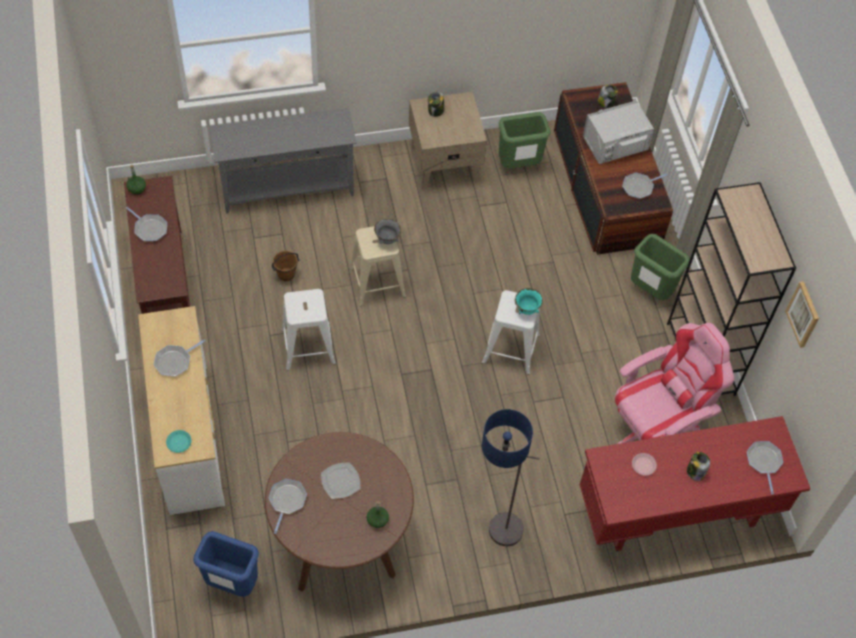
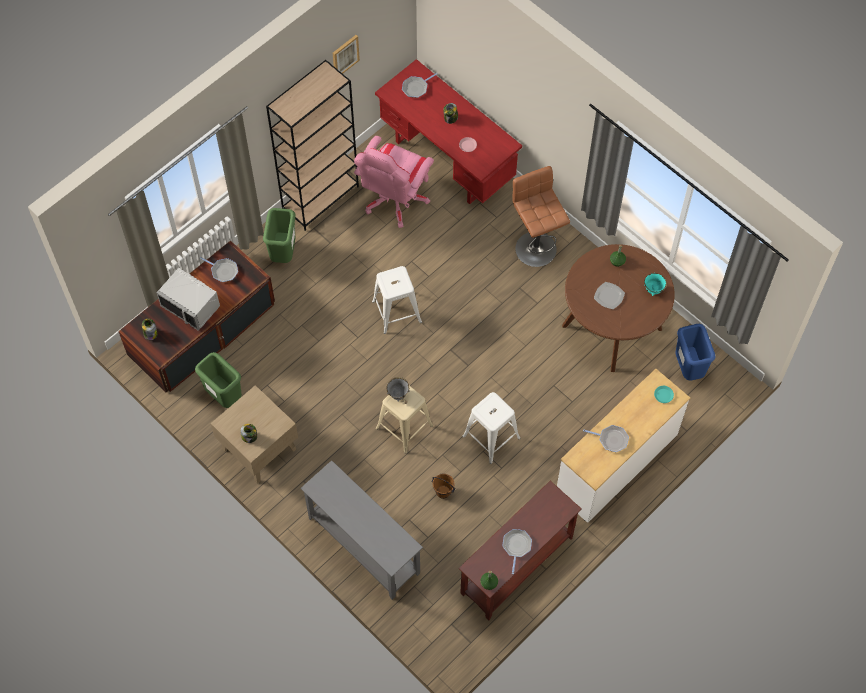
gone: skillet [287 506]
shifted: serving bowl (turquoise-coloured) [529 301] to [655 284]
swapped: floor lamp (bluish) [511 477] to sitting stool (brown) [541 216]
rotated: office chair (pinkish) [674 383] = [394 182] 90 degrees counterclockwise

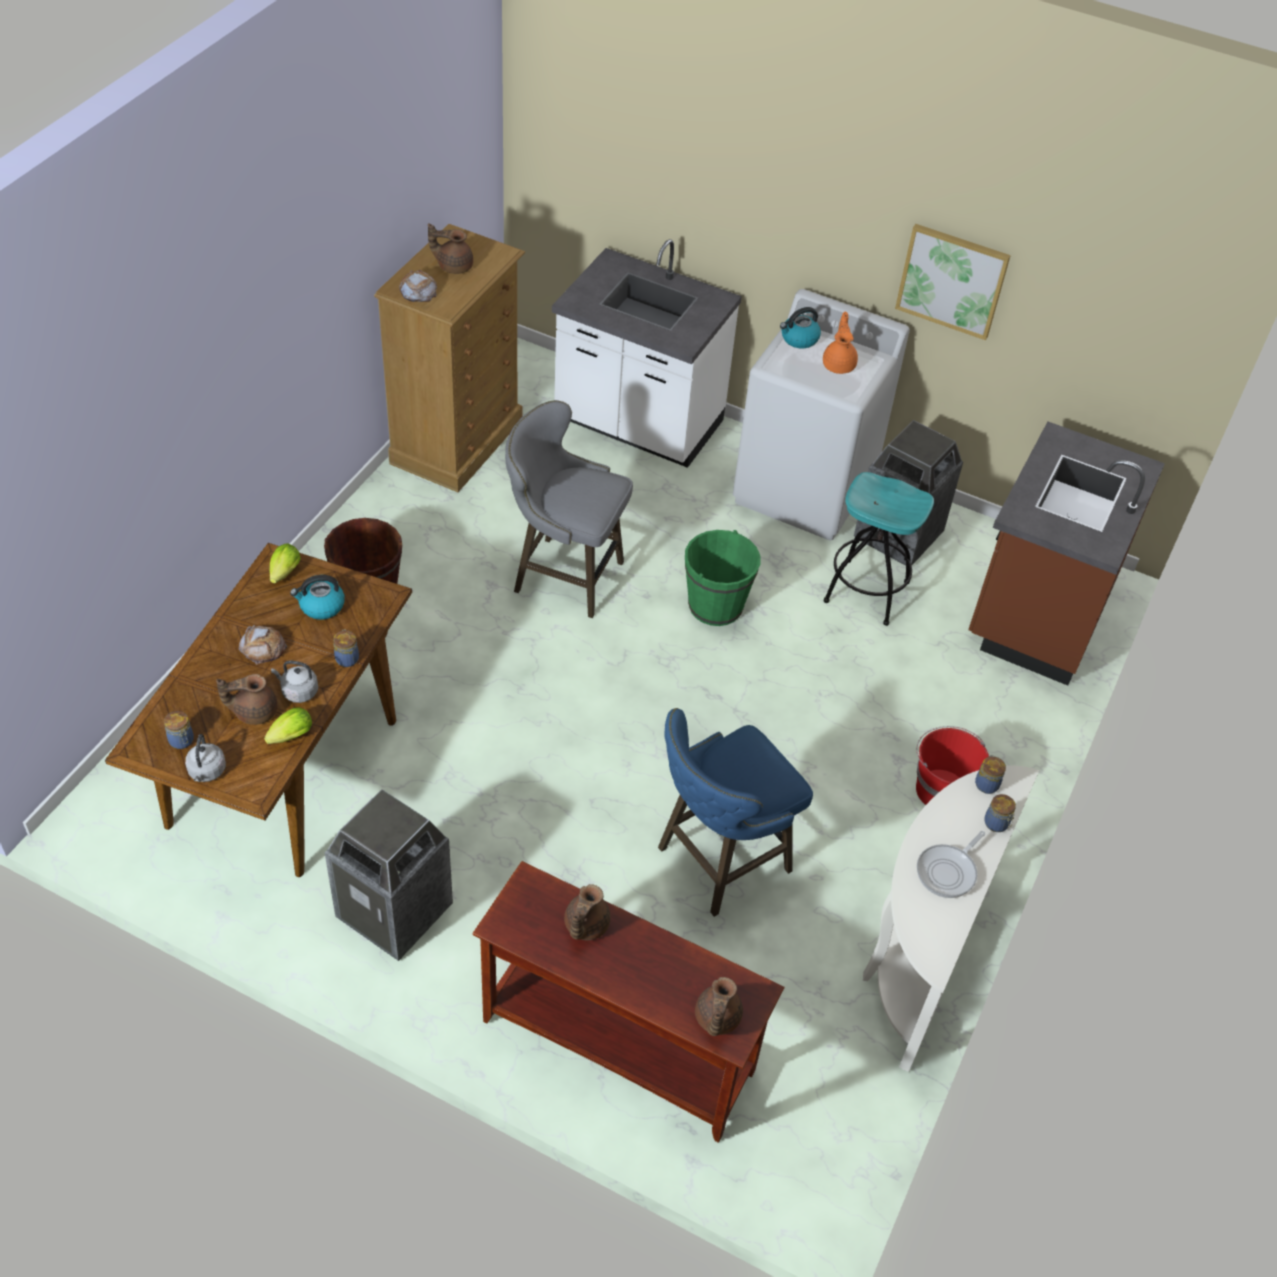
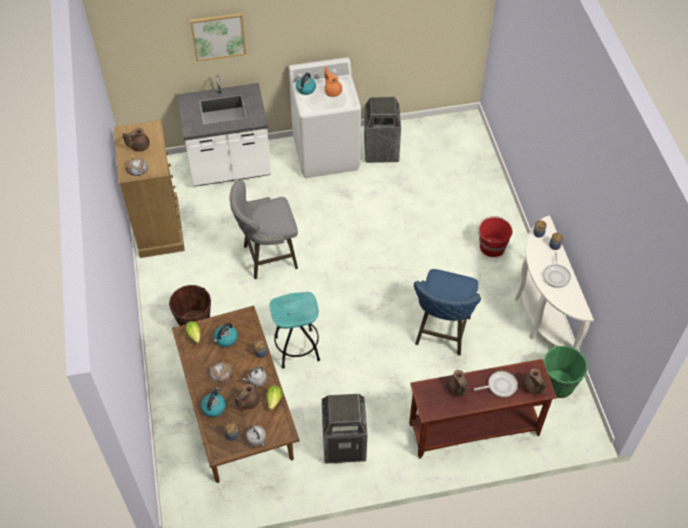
gone: kitchen counter (brown) [1066 553]
new: kettle [213 402]; skillet [496 384]
shifted: pail (green) [722 578] to [566 371]; sitting stool (turquoise-coloured) [879 549] to [295 330]; wall picture [953 282] to [218 37]

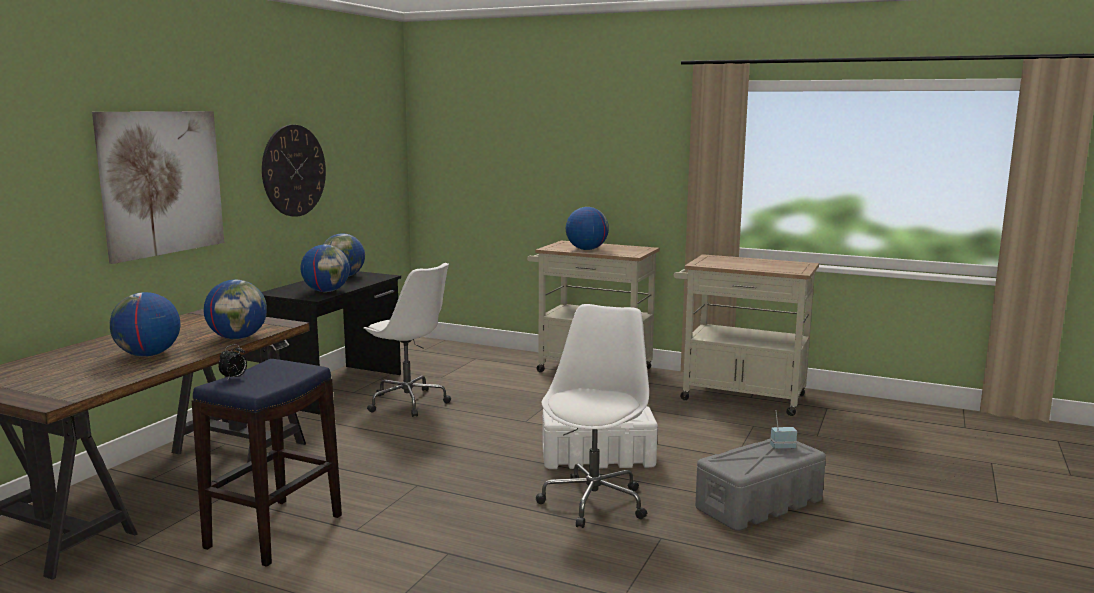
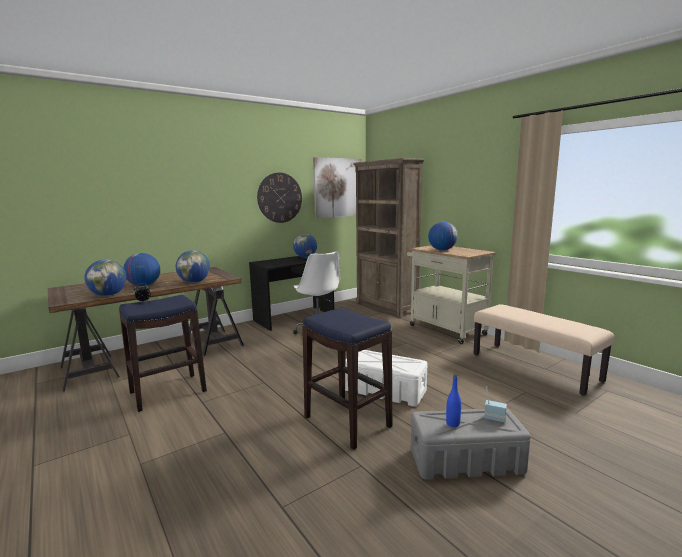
new: shelving unit (brown) [388 238]; beverage bottle (bluish) [453 400]
shifted: wall picture [158 187] to [337 188]; world globe [325 268] to [105 278]
swapped: office chair (white) [592 416] to sitting stool [347 379]; wheeled cart (beige-coloured) [746 335] to long seat (beige-coloured) [543 349]

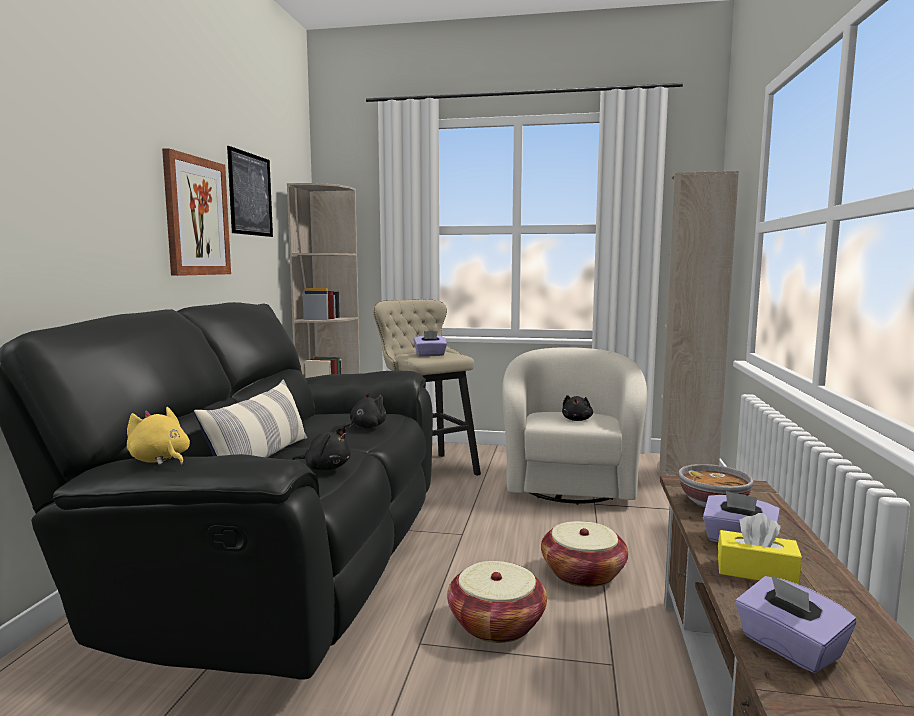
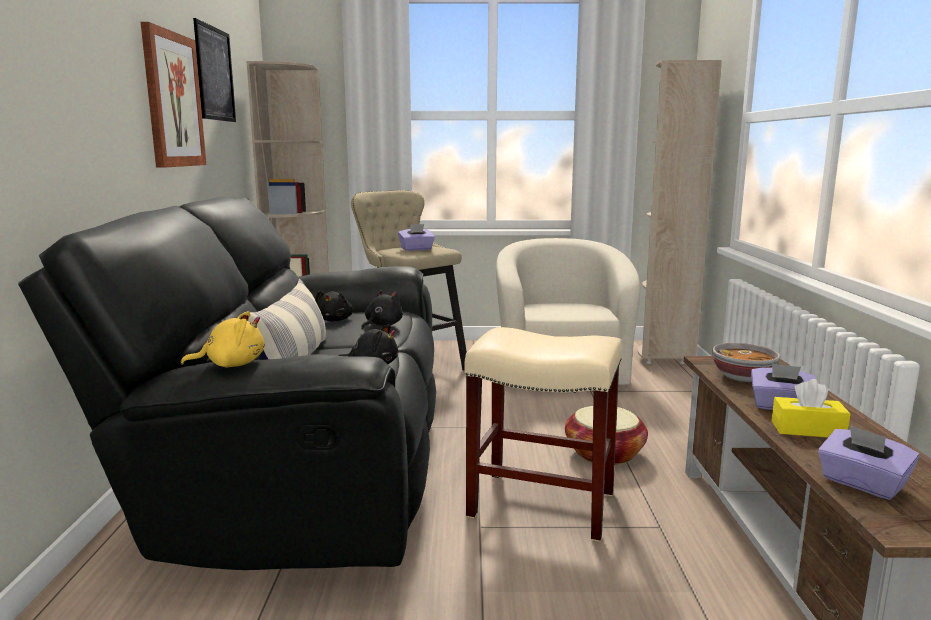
shifted: soft toy (blackish) [577 408] to [334 306]
swapped: household basket [497 602] to sitting stool (beige-coloured) [543 434]
rotated: soft toy (yellow) [158 436] = [222 339] 135 degrees clockwise

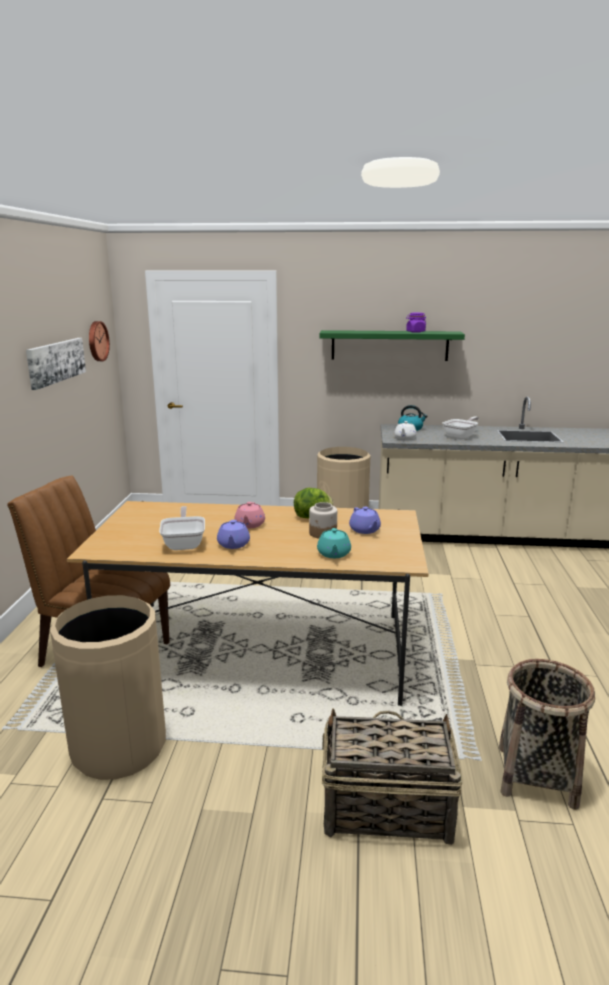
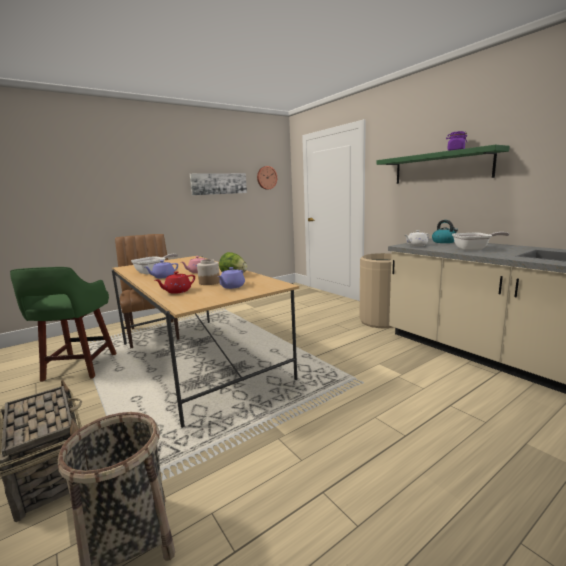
swapped: trash can (beige-coloured) [108 687] to sitting stool (green) [63 324]
repainted: teapot (turquoise-coloured) [334 543] to teapot (red-coloured) [175 282]

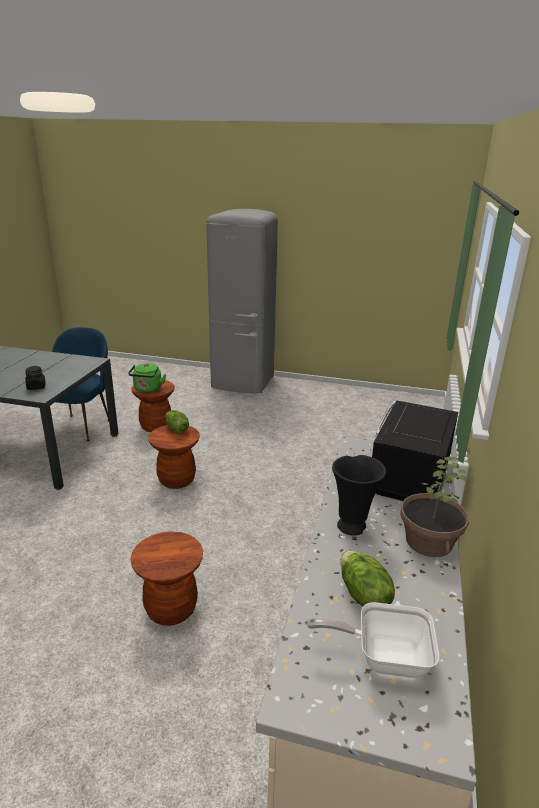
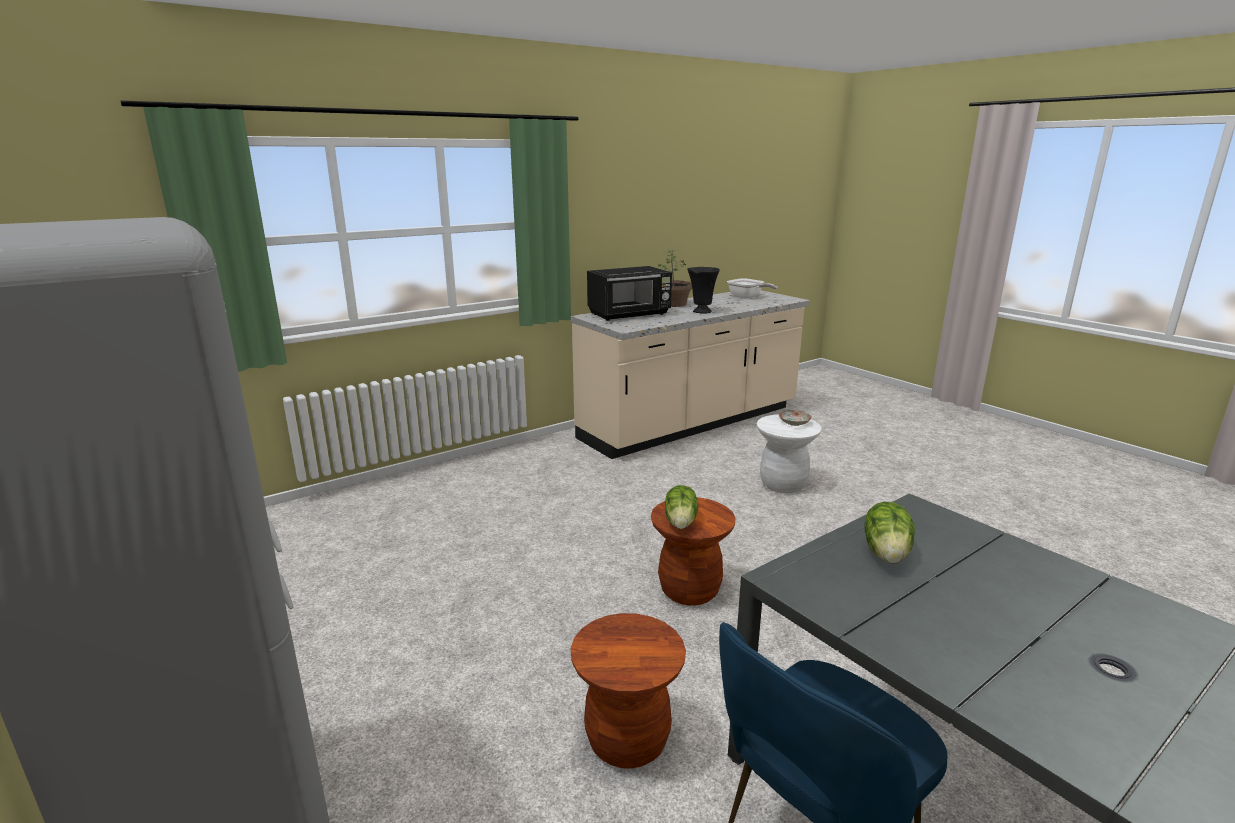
gone: preserve jar (blackish) [35 378]; kettle (green) [147 378]
new: dinner plate [795 418]
shifted: lettuce [367 578] to [890 533]
repainted: sitting stool (brown) [166 578] to sitting stool (white) [789 453]

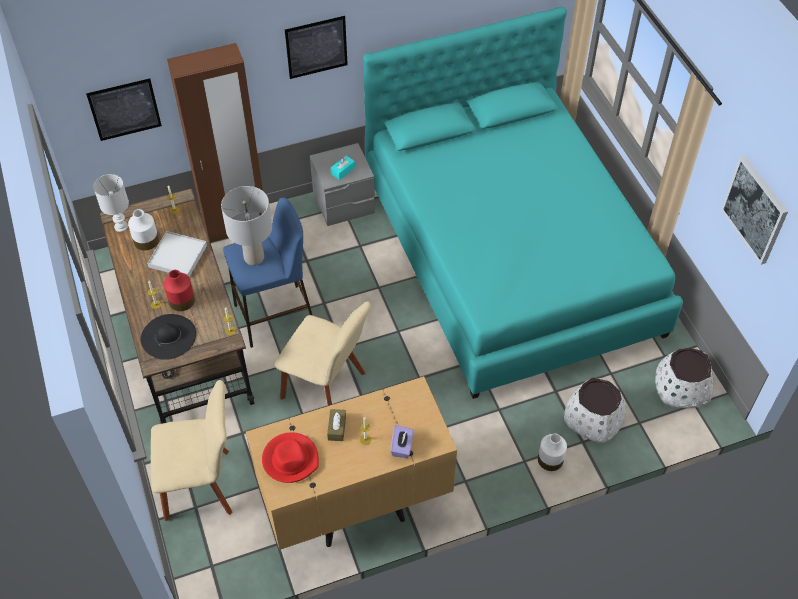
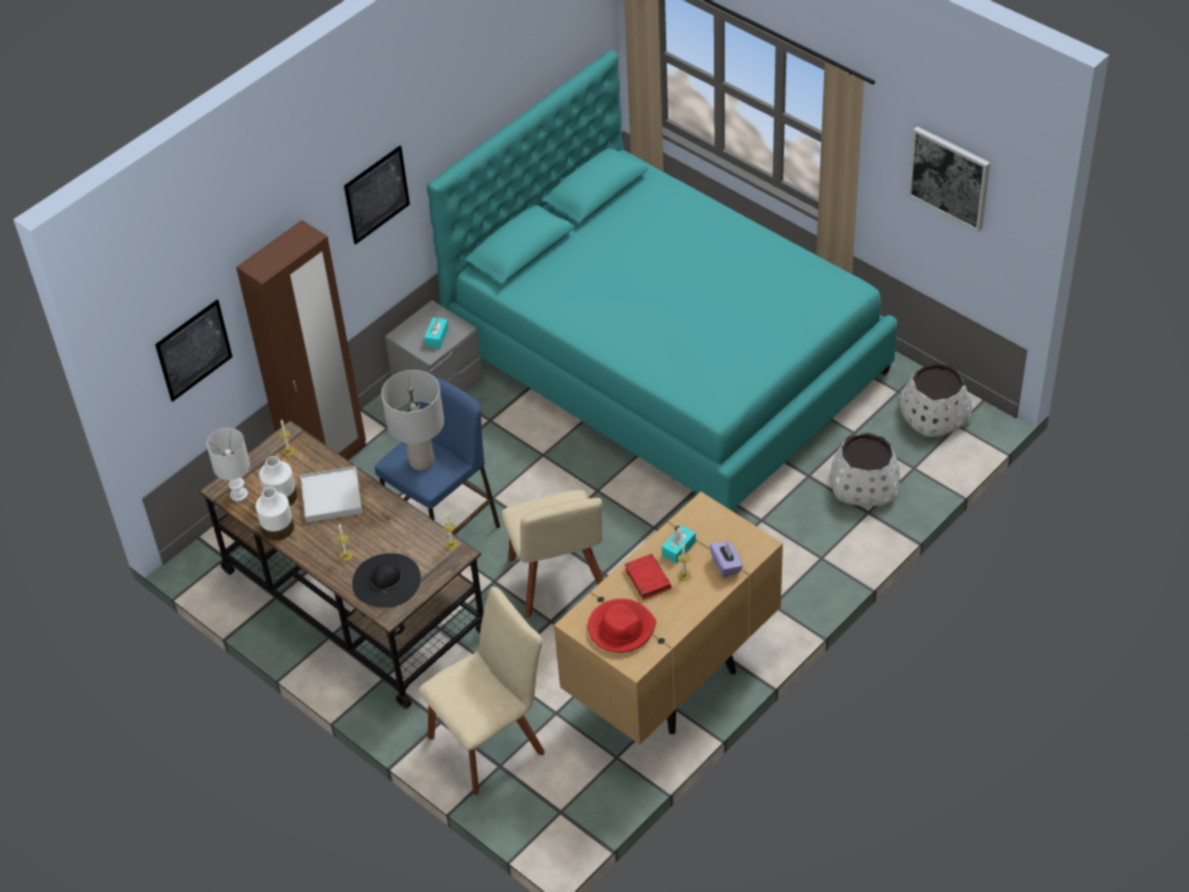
gone: vase (red-coloured) [179 290]
new: tissue holder (turquoise-coloured) [679 544]
shifted: vase (white) [552 452] to [275 514]
swapped: tissue holder (brown) [336 425] to book (red-coloured) [648 577]
rotated: plain chair (beige-coloured) [322 354] = [552 554] 75 degrees clockwise

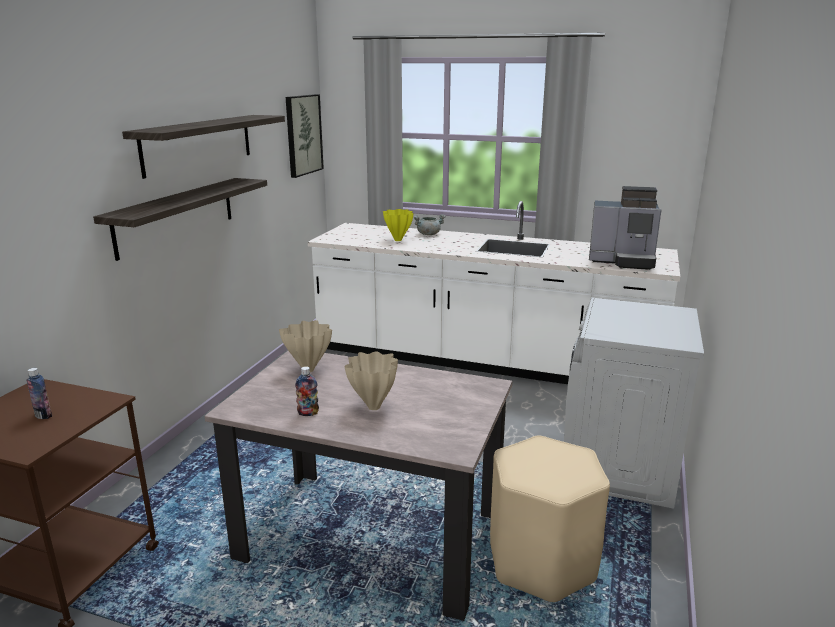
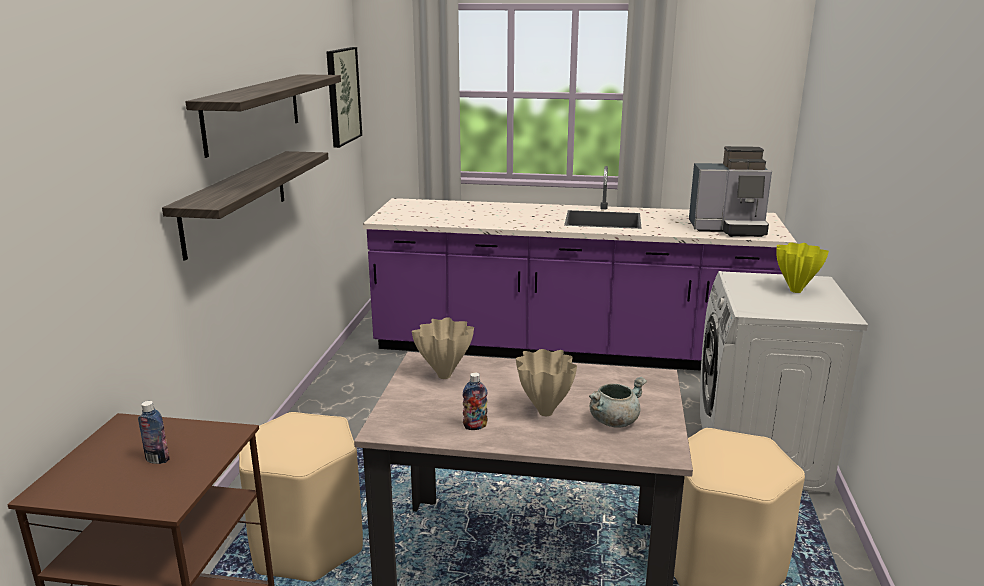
new: sitting stool (beige-coloured) [301 497]
shifted: vase (yellow) [398 225] to [802 267]; cooking pot (greyish) [429 224] to [618 402]
repainted: kitchen counter (white) [494 292] to kitchen counter (purple-coloured) [580 268]

